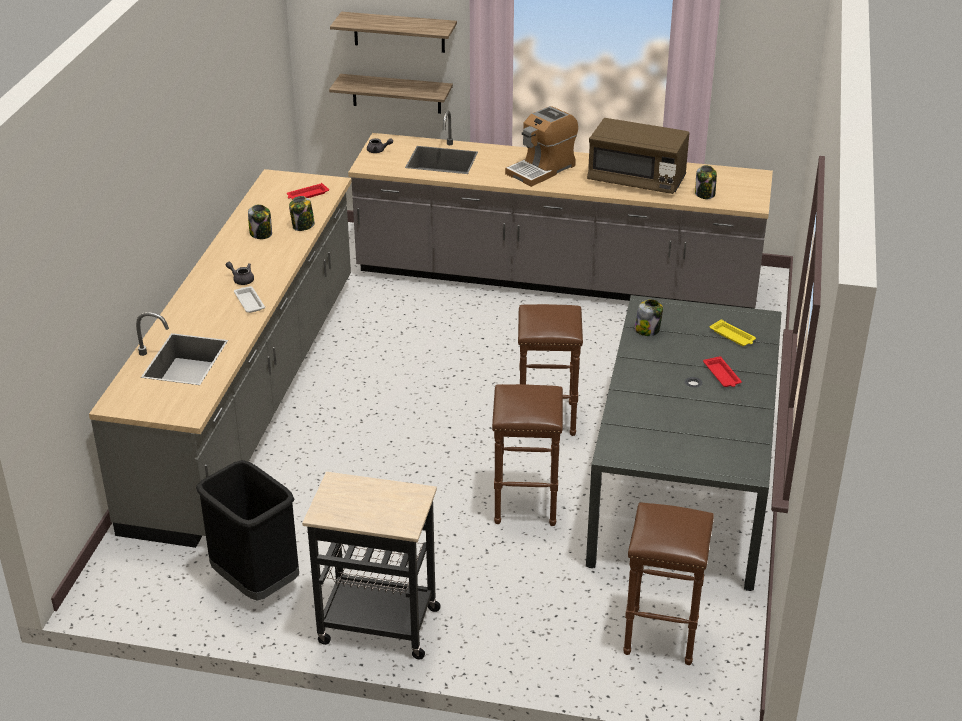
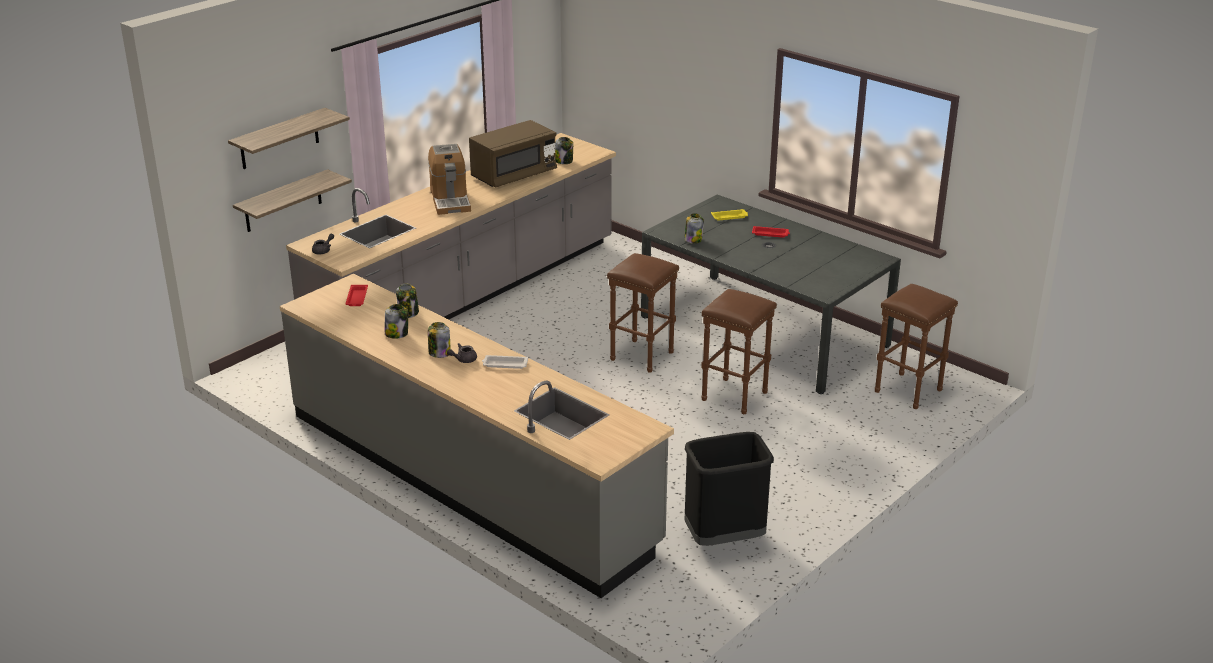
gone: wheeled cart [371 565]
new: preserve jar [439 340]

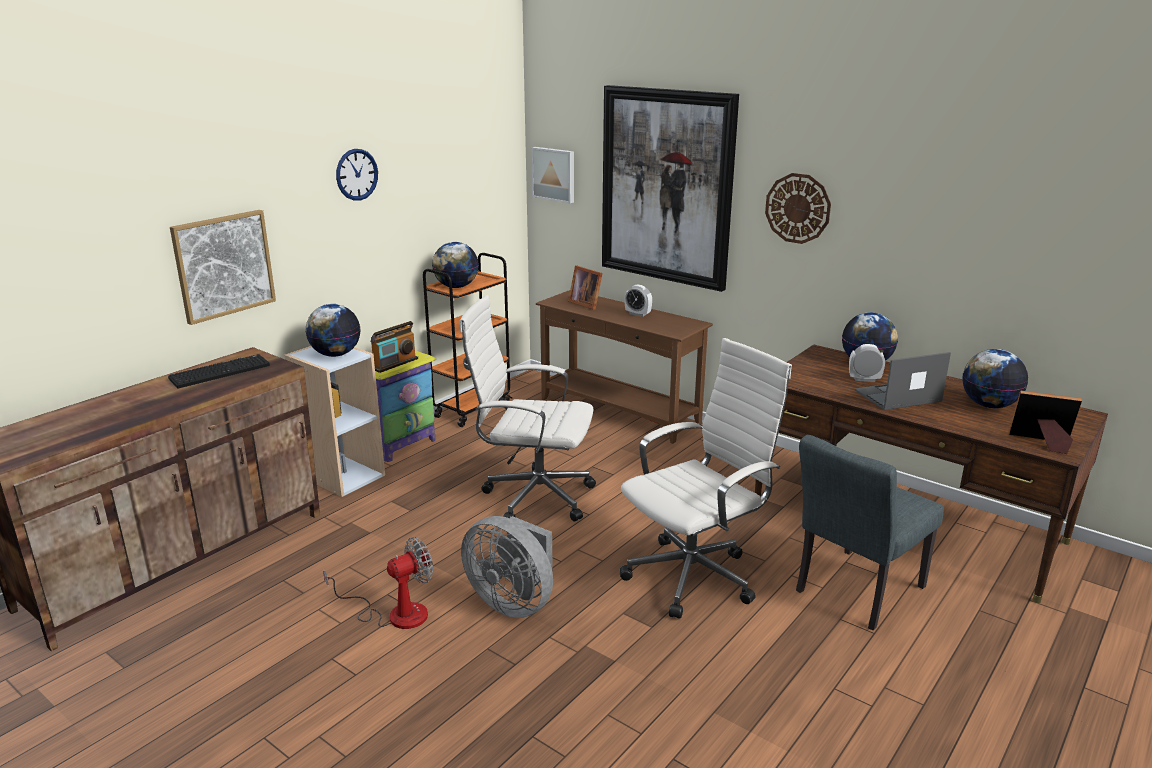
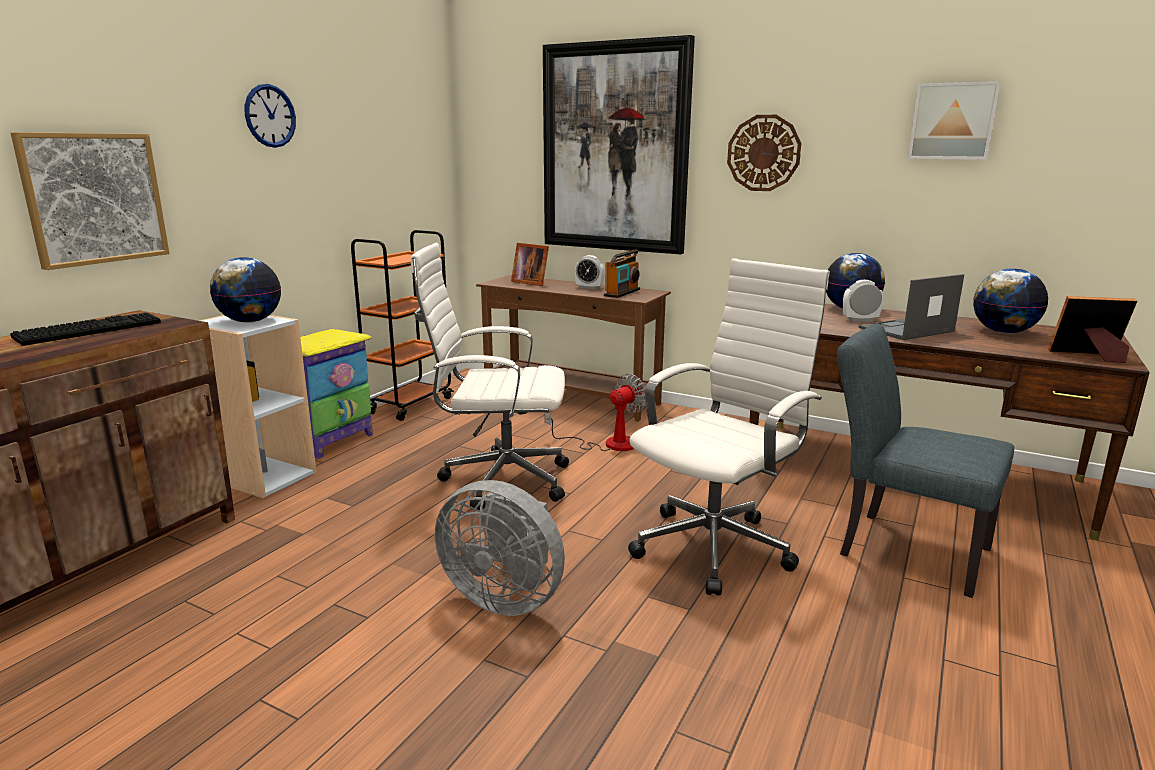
gone: world globe [455 265]
shifted: cooling fan [378 583] to [595 412]; radio [394 347] to [622 273]; wall picture [552 175] to [954 120]
rotated: plain chair (greyish) [870 532] = [925 461] 90 degrees clockwise

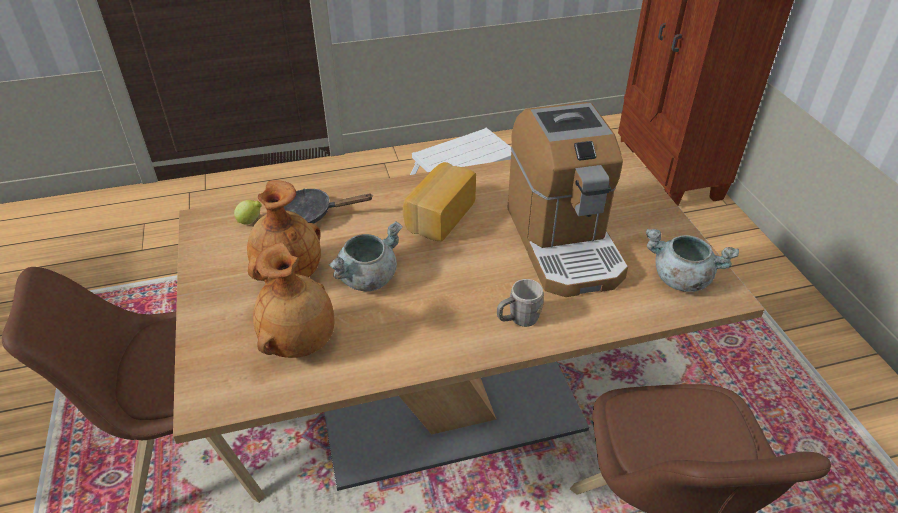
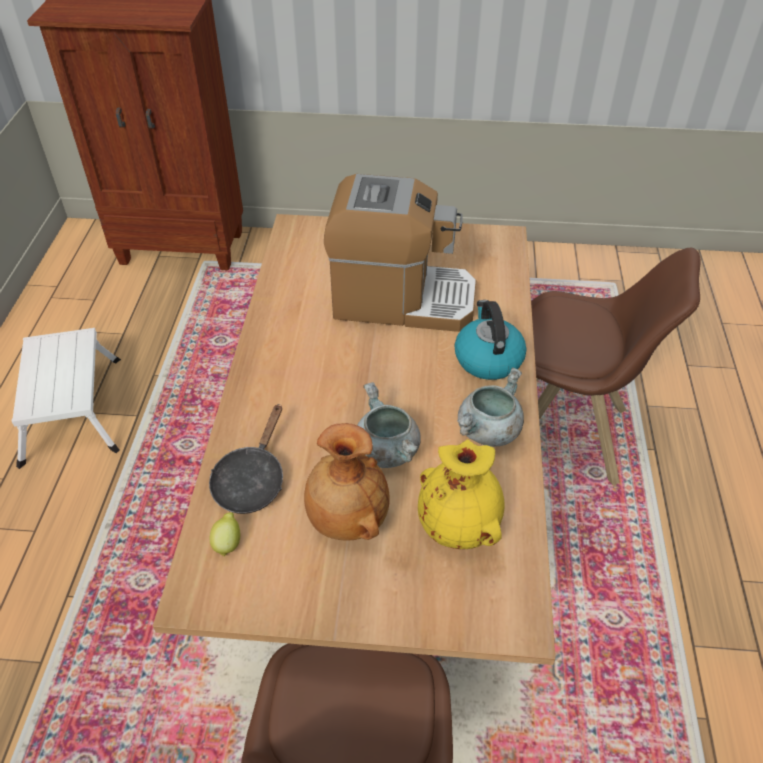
gone: bread [439 201]
shifted: cooking pot (greyish) [692 260] to [490 407]
swapped: mug (greyish) [520 303] to kettle [490 340]
repainted: vase (brown) [293 300] to vase (yellow) [461 494]

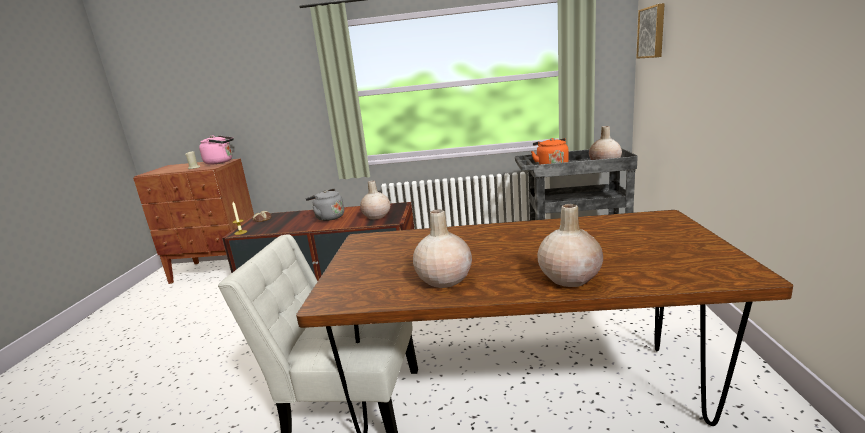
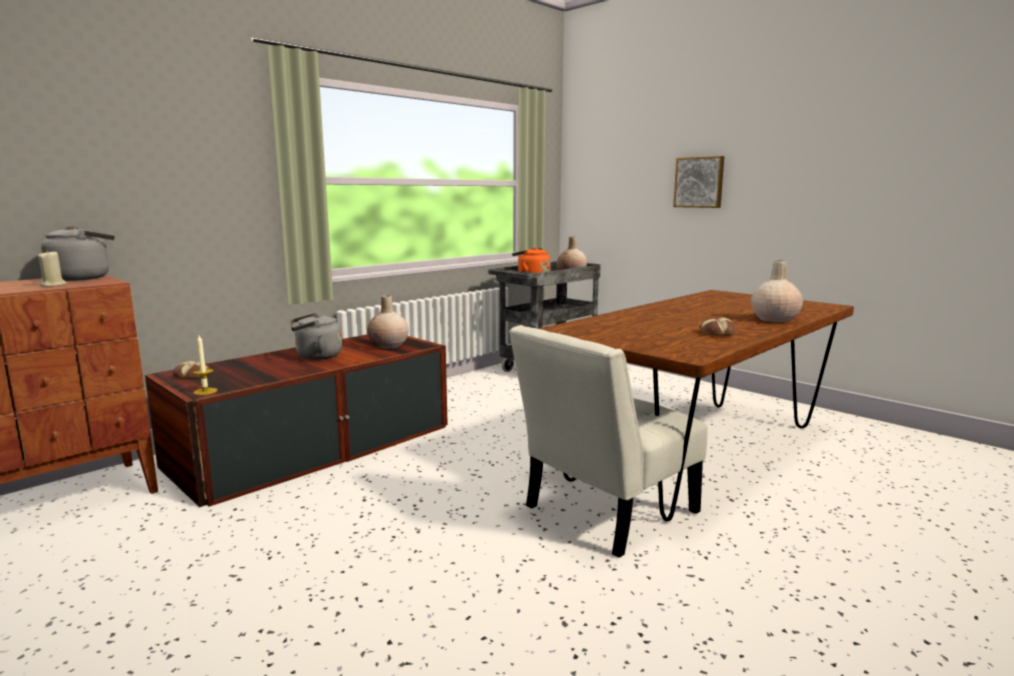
shifted: wall picture [650 31] to [698 182]
swapped: vase (beige-coloured) [442 249] to bread [717 326]
repainted: kettle (pinkish) [216 150] to kettle (greyish) [78 253]

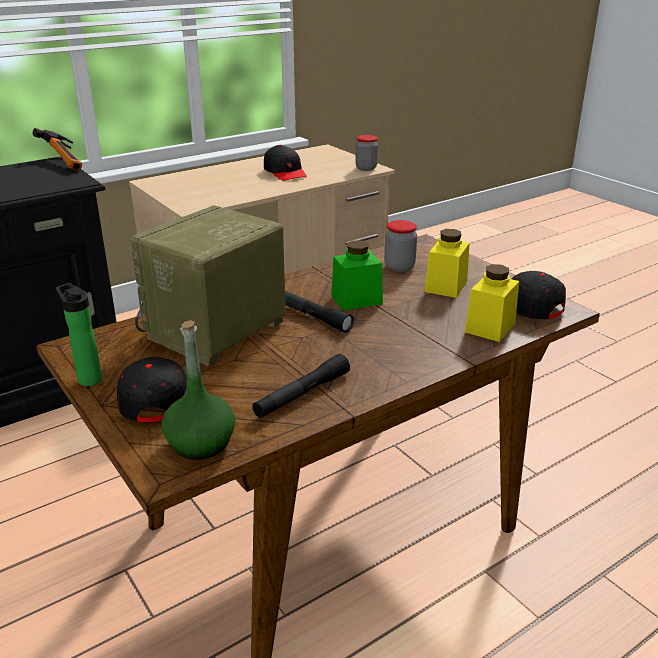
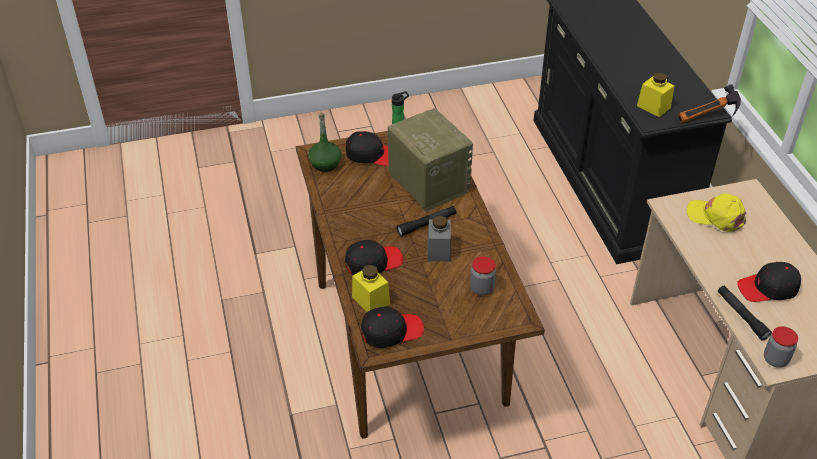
new: baseball cap (blackish) [374 257]; baseball cap (yellow) [717 213]
shifted: hand torch (blackish) [301 386] to [745 313]; preserve jar (yellow) [447 263] to [655 94]
repainted: preserve jar (green) [357 275] to preserve jar (greyish) [439 239]

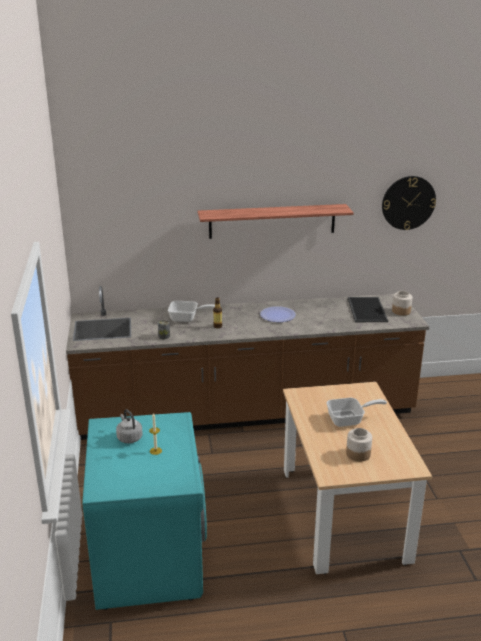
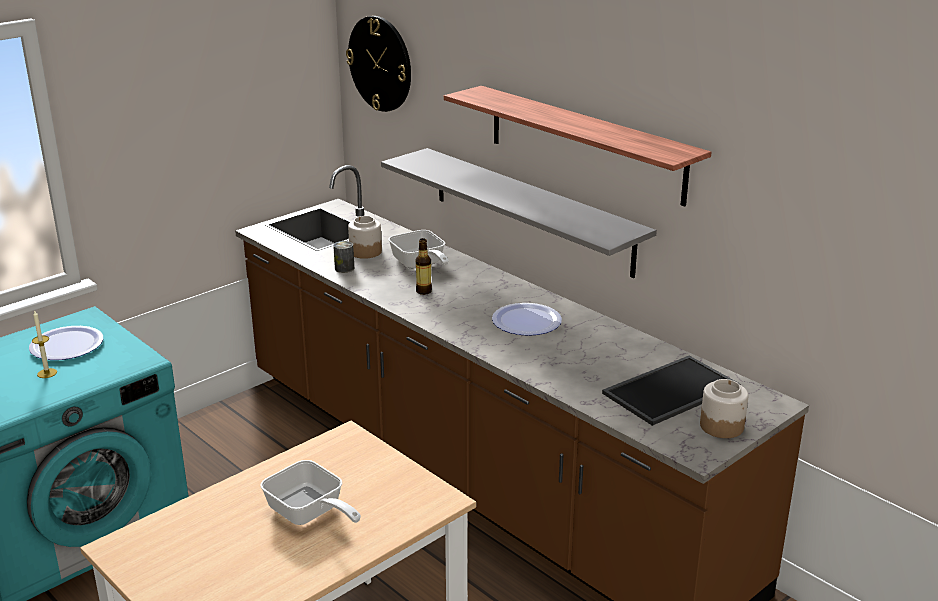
new: wall shelf (greyish) [519 213]
shifted: preserve jar [359 445] to [365 237]; hanging clock [409 203] to [378 64]
swapped: kettle (greyish) [129 426] to dinner plate [66 343]

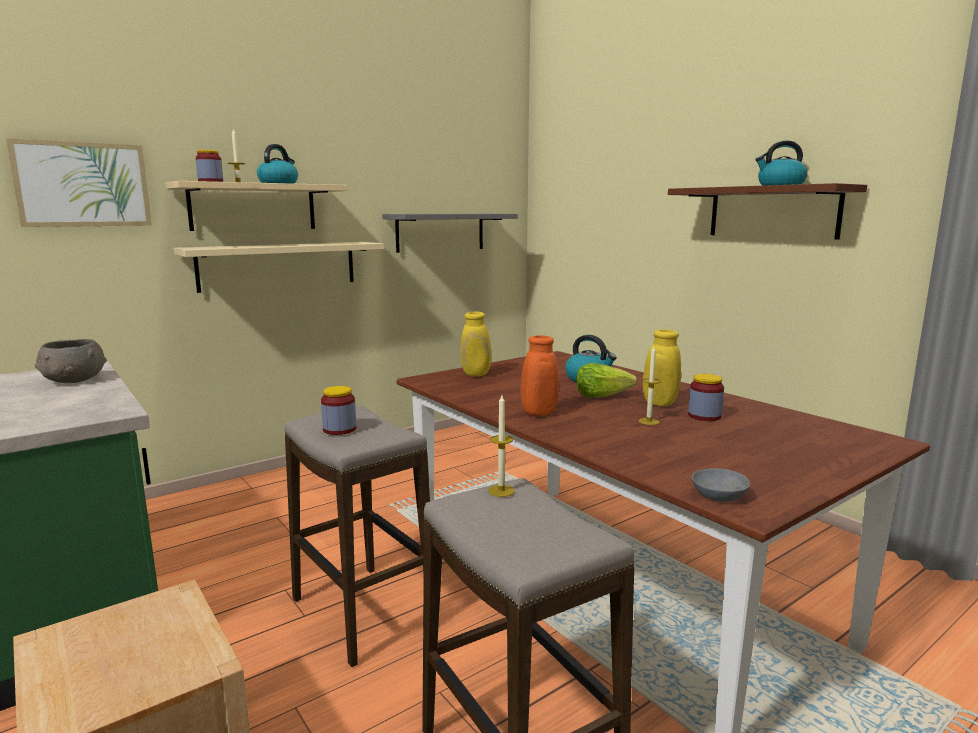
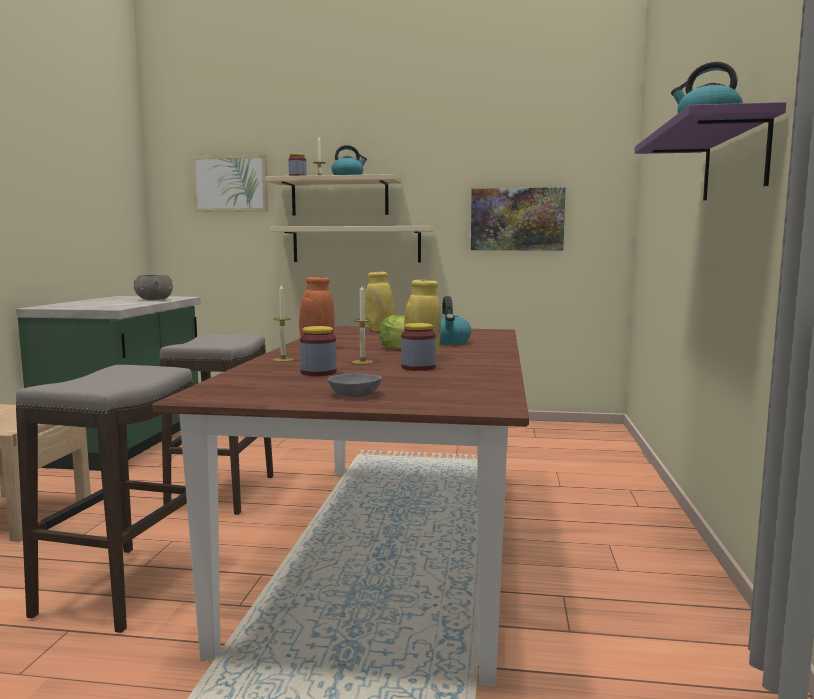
shifted: preserve jar [338 410] to [318 351]; candle [501 446] to [283 323]; serving bowl (greyish) [721 485] to [355 385]
swapped: wall shelf (greyish) [450 233] to wall picture [518 218]
repainted: wall shelf (brown) [767 211] to wall shelf (purple-coloured) [710 151]

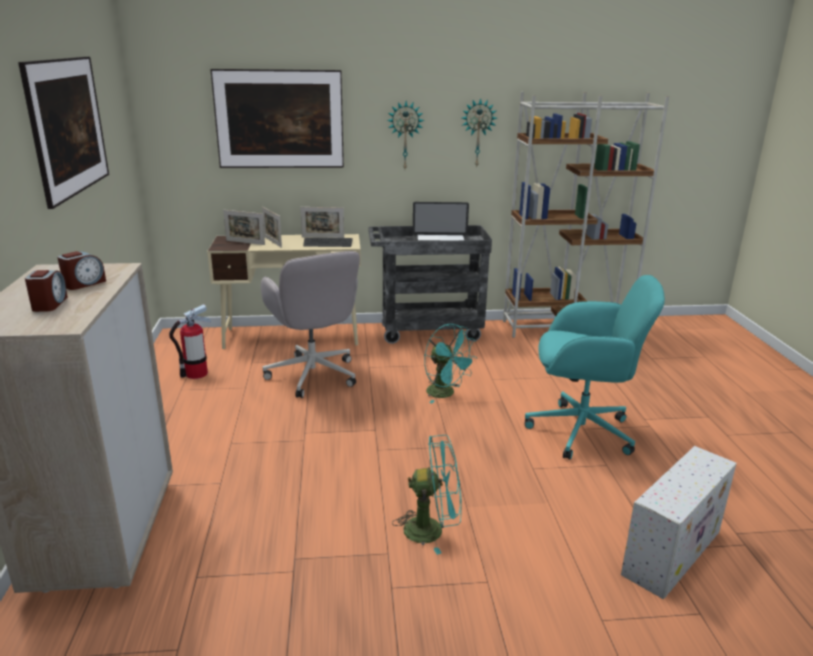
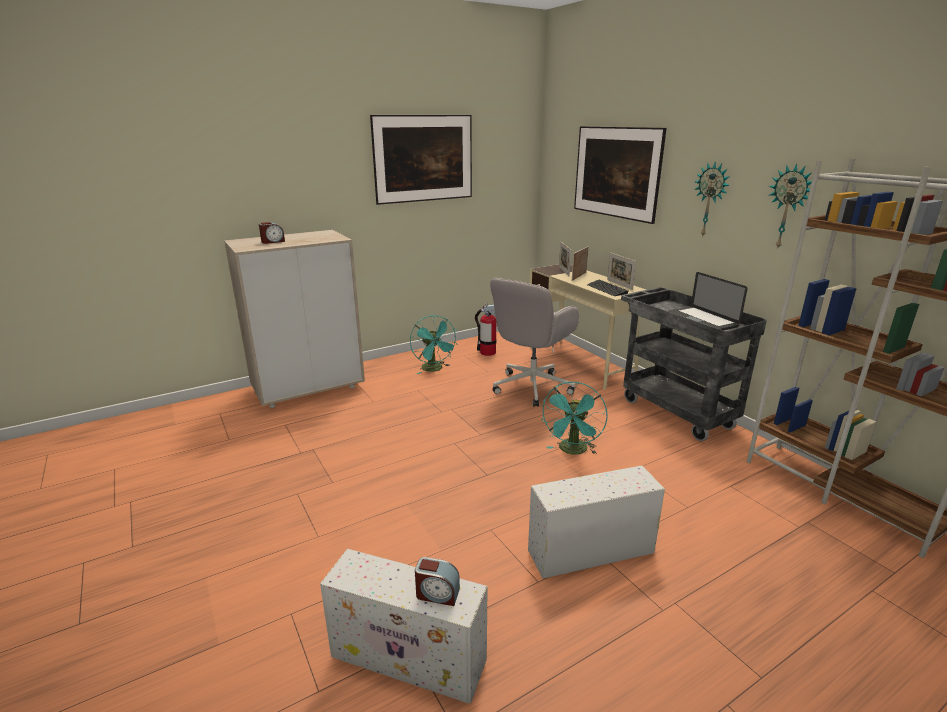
shifted: table clock [81 270] to [437 581]; cooling fan (turquoise-coloured) [427 495] to [433 344]
swapped: office chair (turquoise-coloured) [595 367] to storage box (white) [596 522]

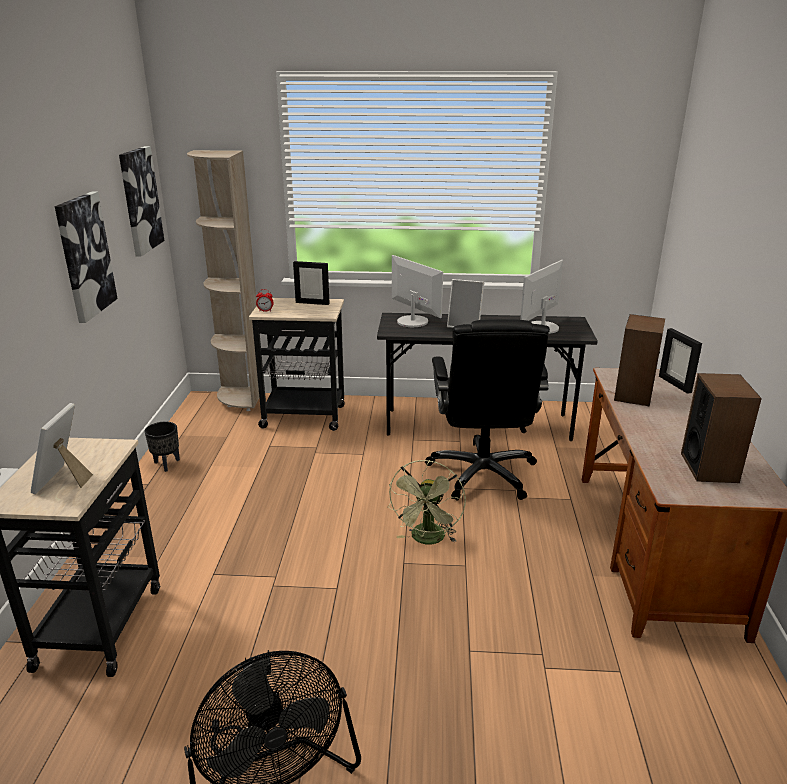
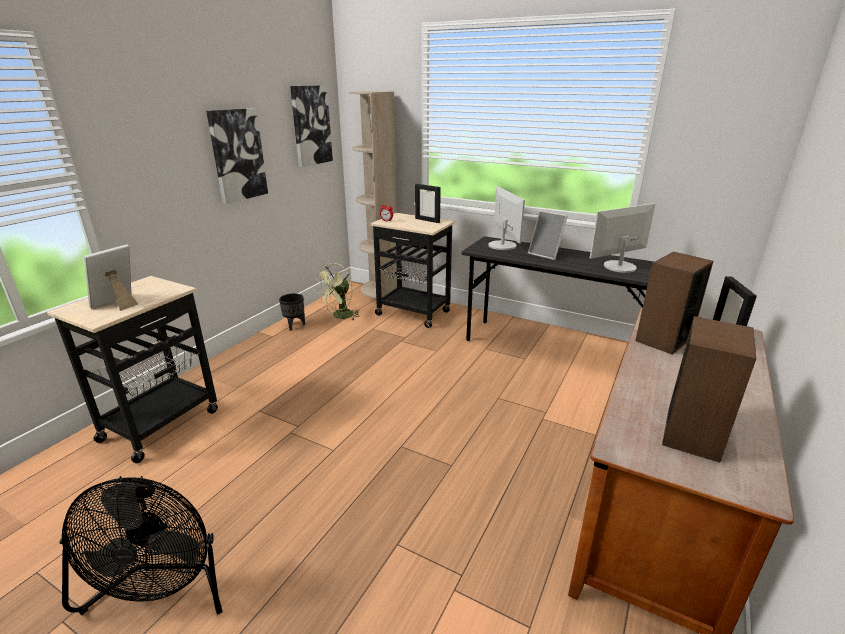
gone: office chair (blackish) [487 410]
shifted: cooling fan (green) [427 502] to [337 292]

